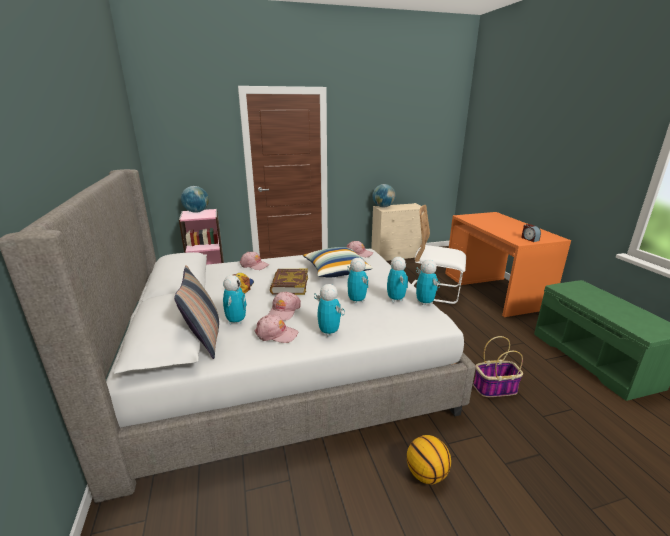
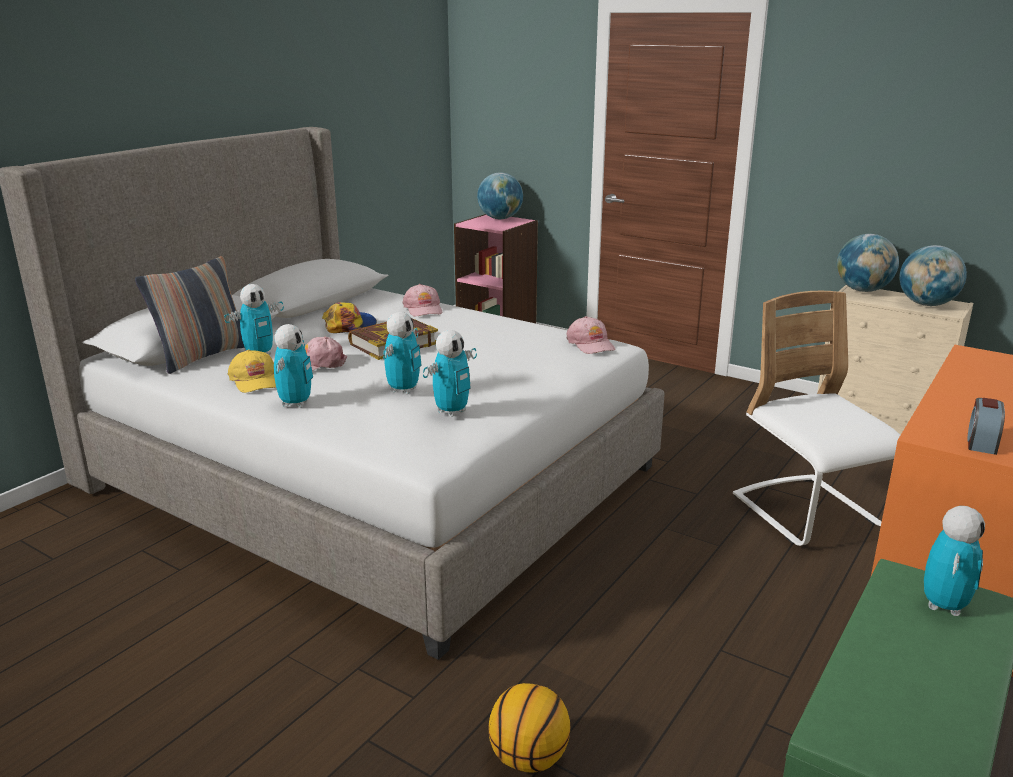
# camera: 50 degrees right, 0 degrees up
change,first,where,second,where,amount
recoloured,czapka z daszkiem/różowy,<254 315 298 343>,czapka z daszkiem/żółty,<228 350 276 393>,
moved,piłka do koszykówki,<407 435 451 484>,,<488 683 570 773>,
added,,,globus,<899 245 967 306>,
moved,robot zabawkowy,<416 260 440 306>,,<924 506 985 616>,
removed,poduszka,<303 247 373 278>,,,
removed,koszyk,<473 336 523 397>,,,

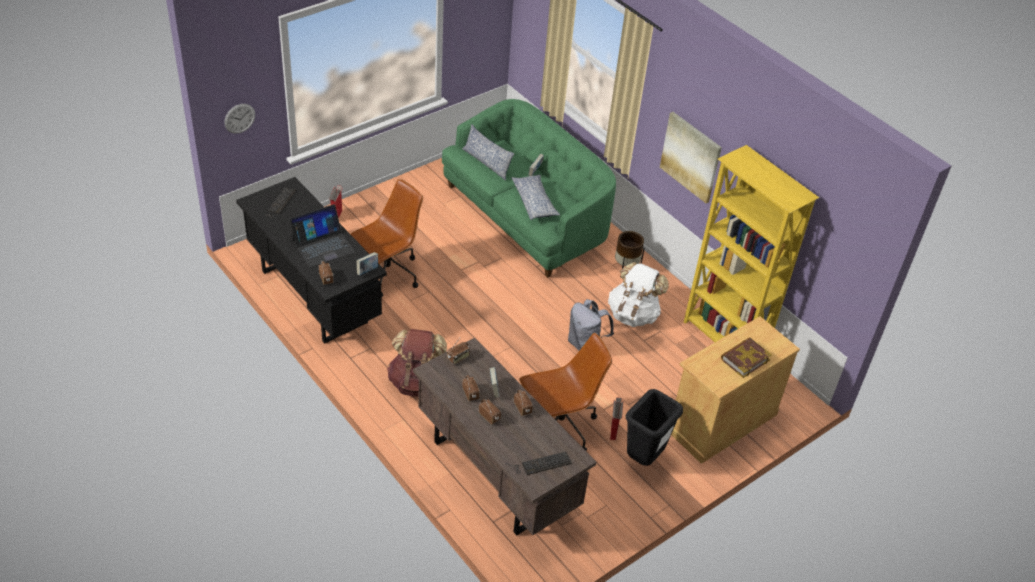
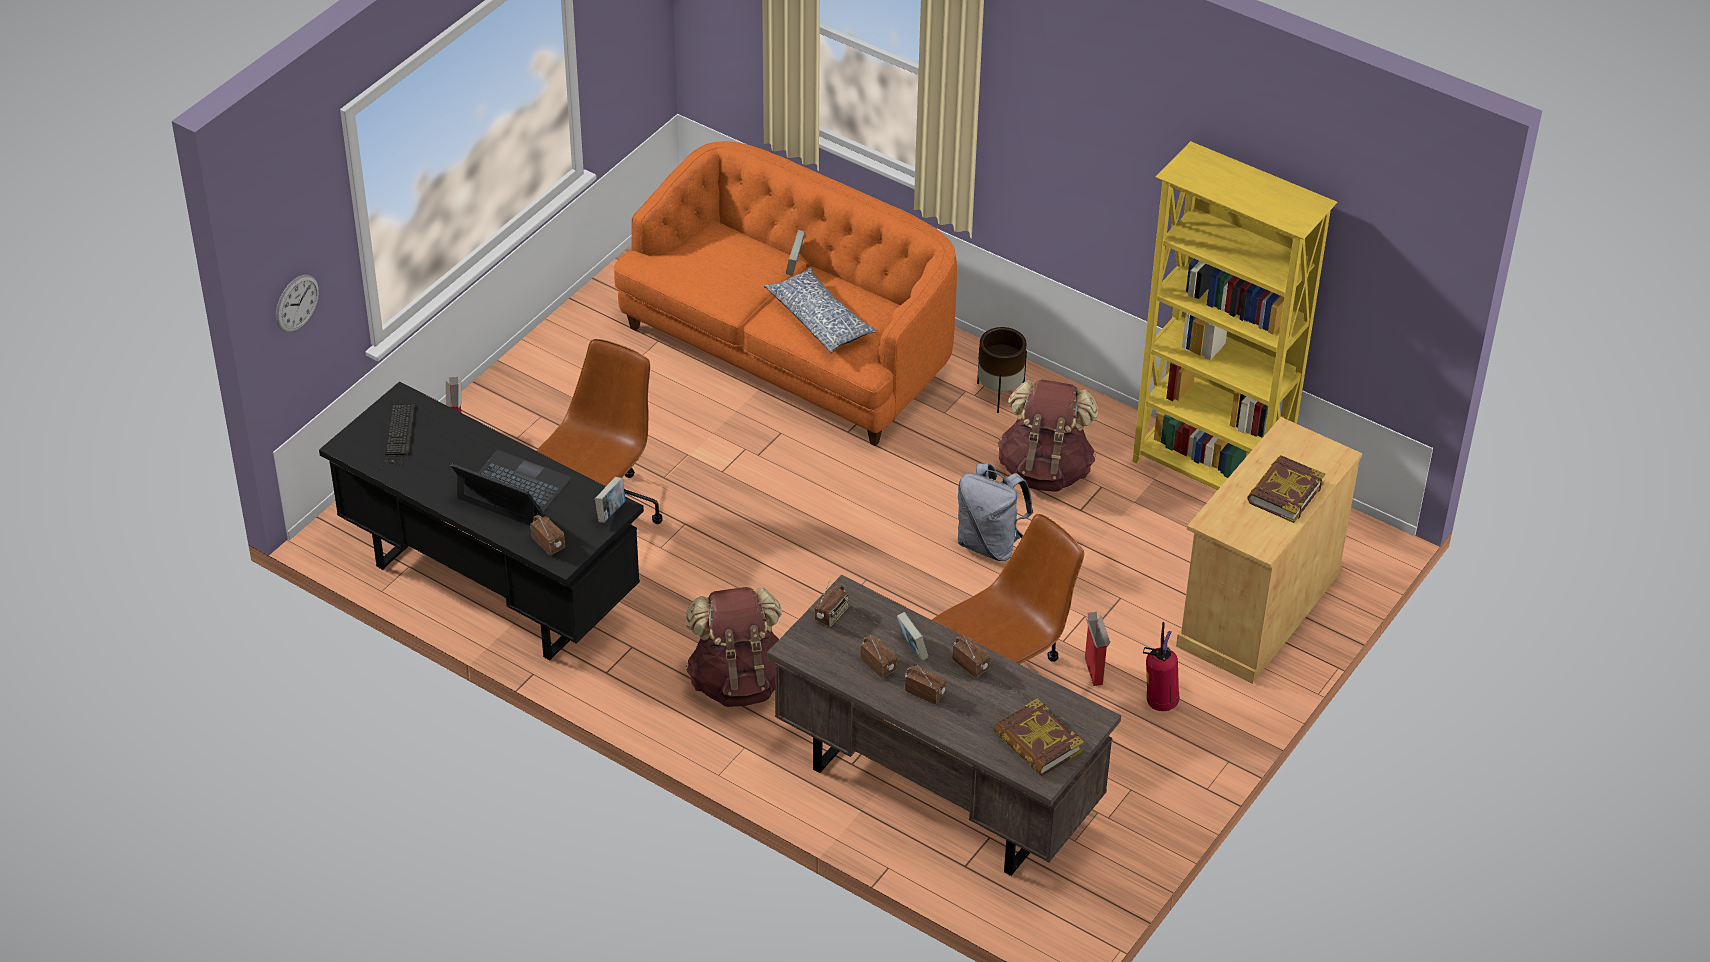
# camera: 15 degrees left, 0 degrees up
change,first,where,second,where,amount
turned,laptop,<290 204 355 267>,,<451 450 571 526>,105 degrees counterclockwise
recoloured,kanapa/zielony,<442 99 616 278>,kanapa/pomarańczowy,<614 141 957 446>,
replaced,klawiatura,<506 452 572 475>,książka,<994 698 1084 776>,
recoloured,plecak/biały,<608 262 669 327>,plecak/brązowy,<997 380 1098 492>,
replaced,kosz na śmieci/czarny,<626 389 683 466>,gaśnica,<1143 622 1179 711>,
removed,poduszka,<462 124 514 180>,,,
removed,obraz,<660 112 722 203>,,,

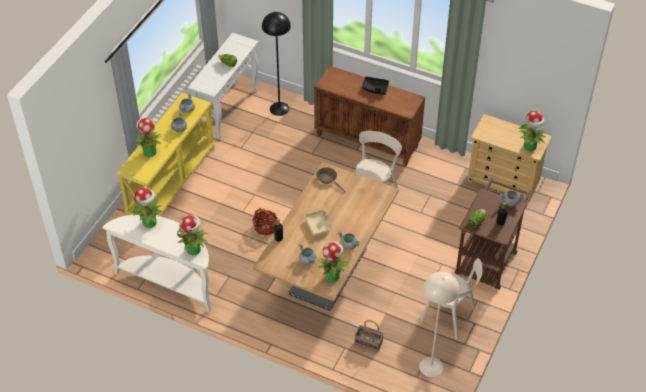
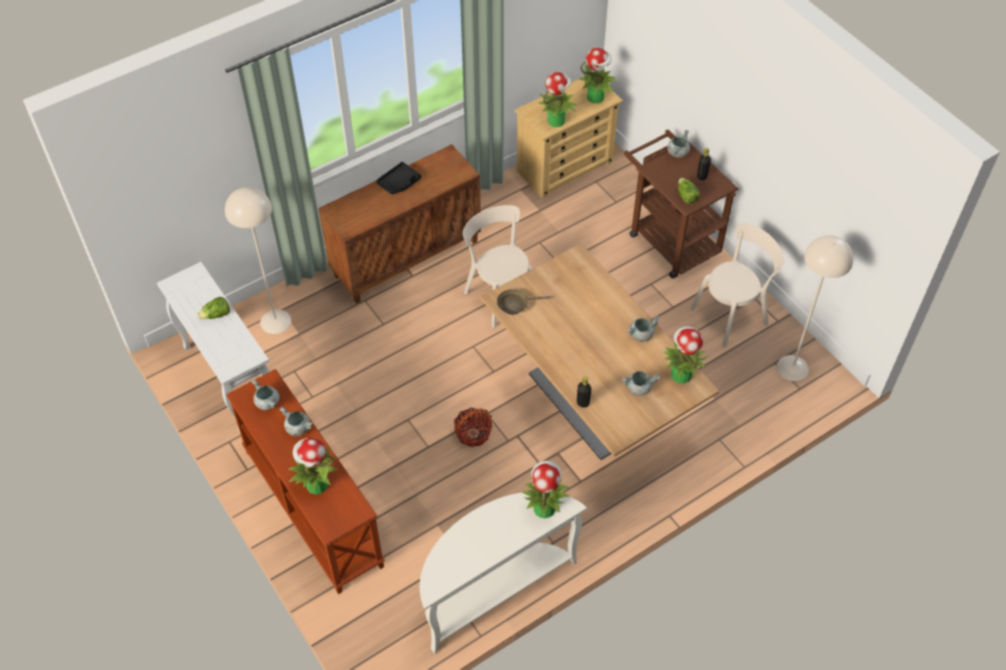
# camera: 60 degrees left, 5 degrees up
change,first,where,second,where,amount
recoloured,lampa stojąca/czarny,<262 12 291 116>,lampa stojąca/beżowy,<225 187 291 334>,
recoloured,stolik konsolowy/żółty,<117 93 215 216>,stolik konsolowy/brązowy,<226 369 385 594>,
moved,roślina doniczkowa,<133 187 164 228>,,<538 72 577 127>,
removed,taca/beżowy,<305 210 330 236>,,,
removed,koszyk,<355 320 384 352>,,,

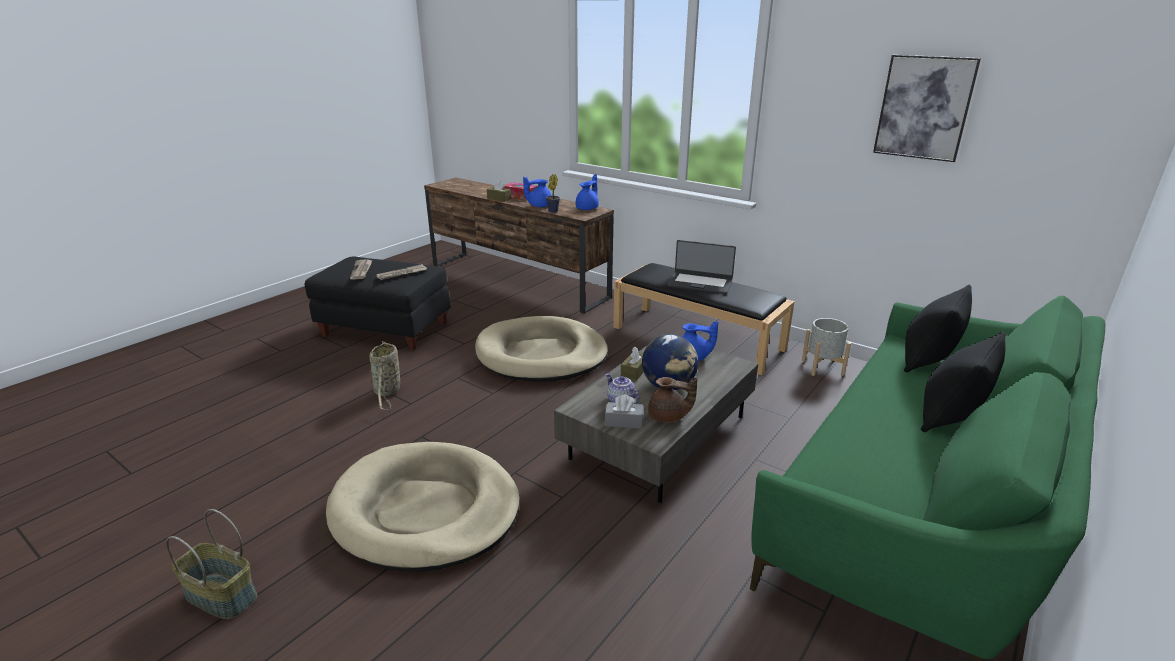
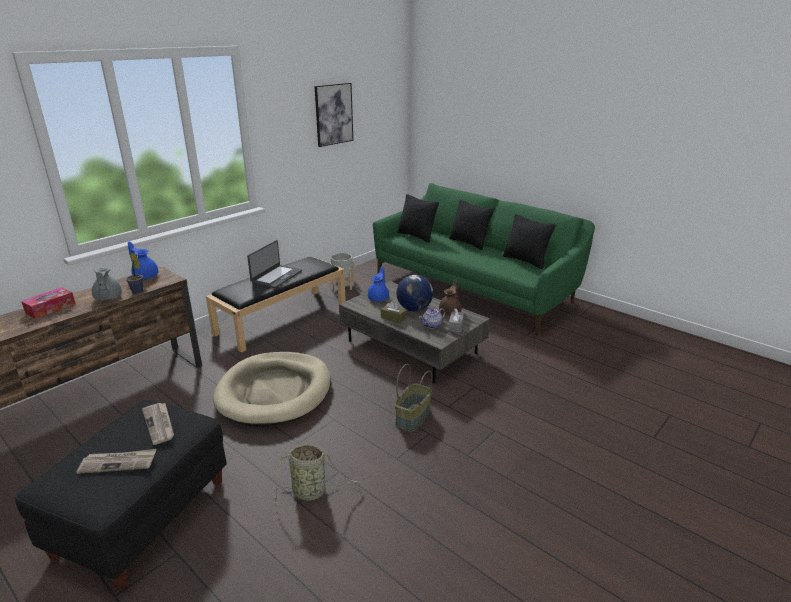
# camera: 85 degrees left, 0 degrees up
change,first,where,second,where,amount
recoloured,imbryk/niebieski,<523 177 552 207>,imbryk/szary,<92 268 122 301>,
moved,koszyk,<166 509 257 619>,,<395 364 432 432>,
added,,,poduszka/czarny,<503 214 556 269>,
removed,legowisko/beżowy,<326 442 520 572>,,,
removed,pudełko chusteczek/brązowy,<487 180 511 202>,,,

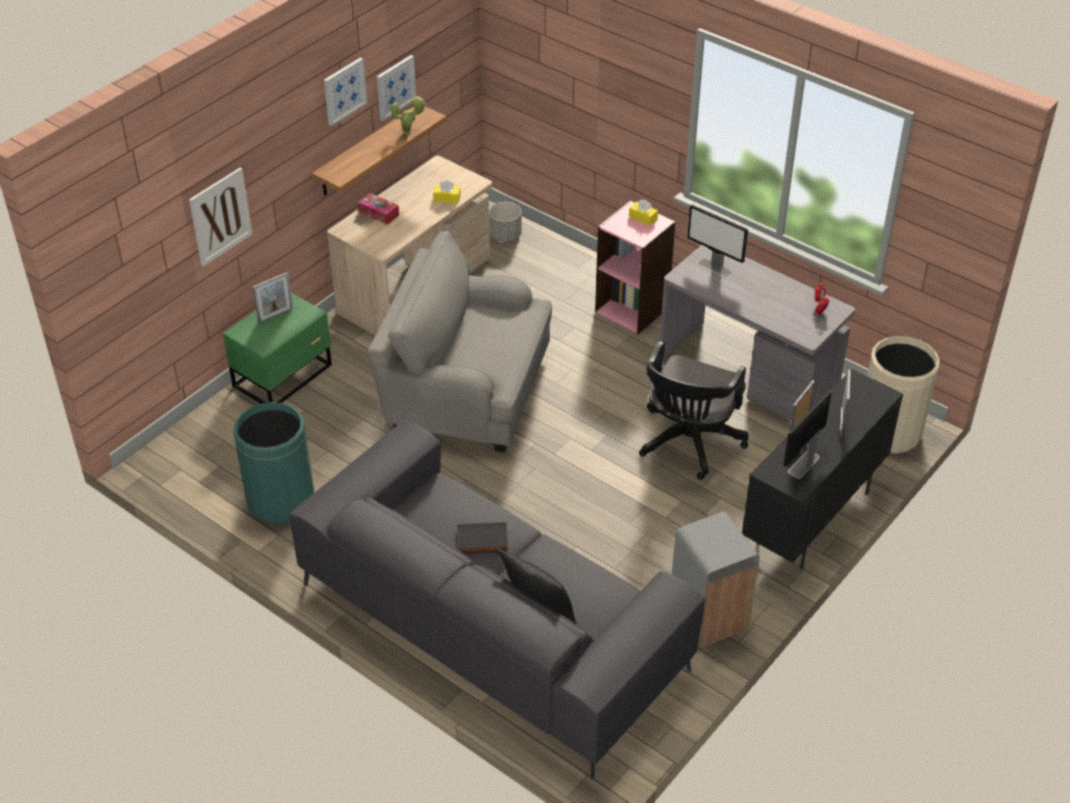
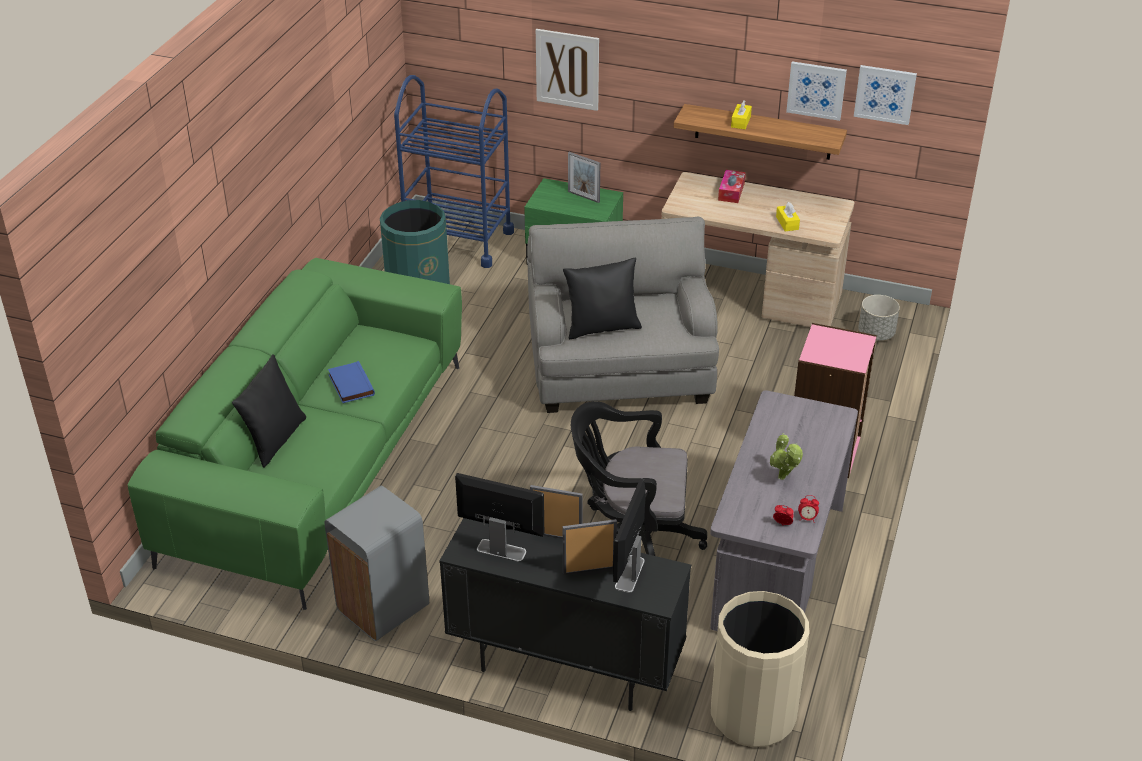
# camera: 70 degrees right, 5 degrees down
change,first,where,second,where,amount
recoloured,kanapa/szary,<289 421 705 779>,kanapa/zielony,<128 258 462 610>,
recoloured,książka/czarny,<457 522 508 554>,książka/niebieski,<328 361 375 403>,
added,,,wózek/niebieski,<394 75 514 268>,
added,,,poduszka/czarny,<563 258 642 339>,
moved,monitor,<687 205 748 277>,,<613 478 646 593>,
moved,pudełko chusteczek/żółty,<629 200 658 226>,,<731 100 752 129>,
moved,roślina doniczkowa,<391 96 426 135>,,<770 433 803 480>,
moved,obraz,<324 57 367 126>,,<854 65 917 125>,

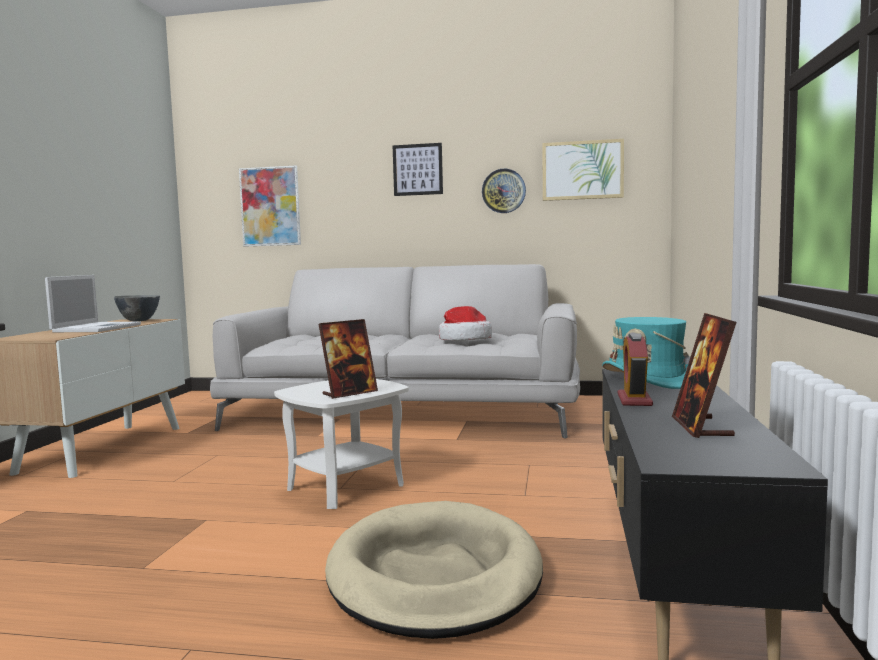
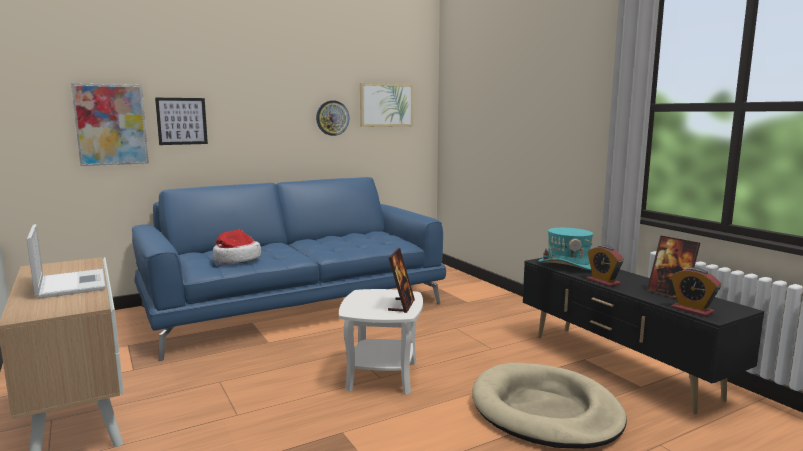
# camera: 40 degrees left, 5 degrees up
change,first,where,second,where,amount
recoloured,kanapa/szary,<210 264 580 439>,kanapa/niebieski,<132 177 446 361>,
moved,obraz,<392 143 443 196>,,<155 98 208 145>,
moved,kapelusz,<439 306 492 341>,,<213 230 261 263>,
added,,,budzik,<671 267 721 317>,
removed,miska/szary,<114 295 160 321>,,,

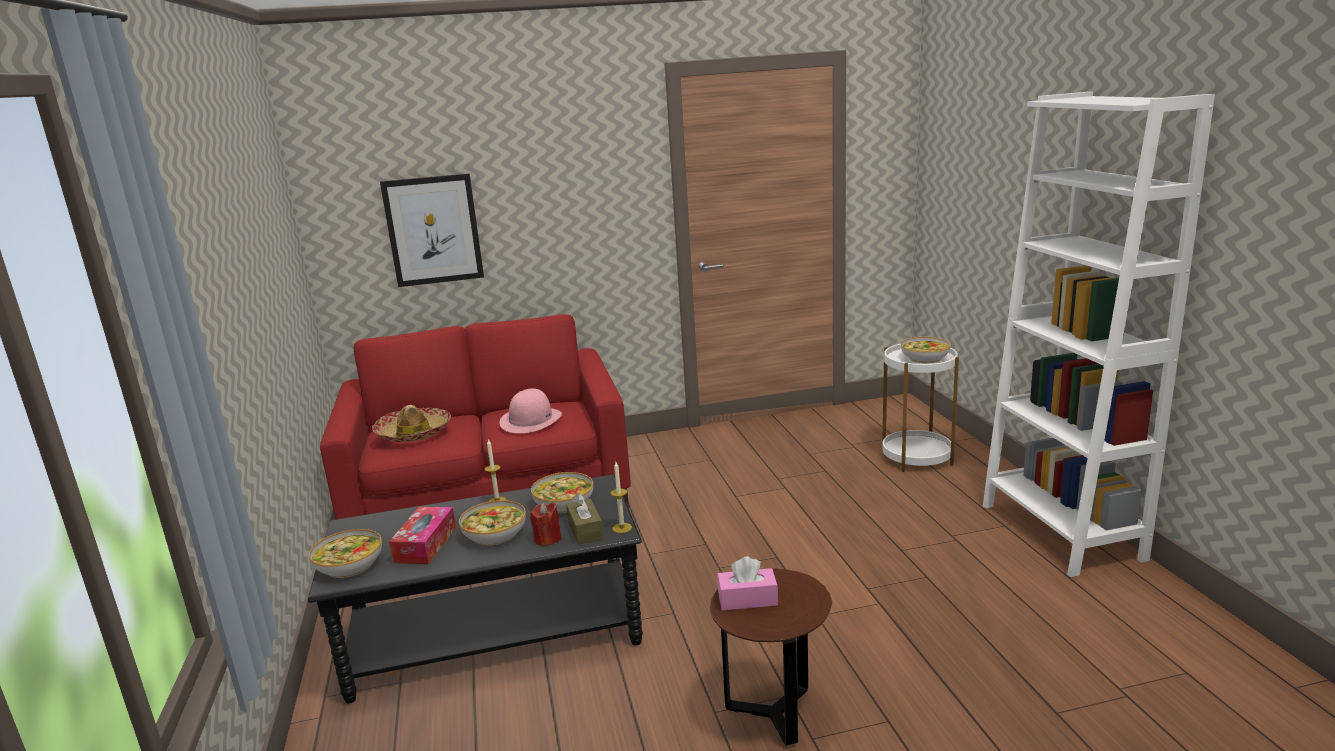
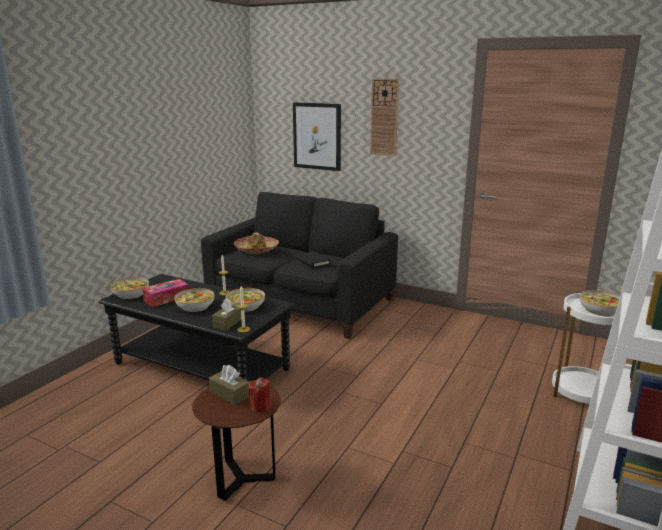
# camera: 40 degrees right, 0 degrees up
change,first,where,second,where,amount
recoloured,kanapa/czerwony,<320 314 631 520>,kanapa/czarny,<201 192 398 339>,
recoloured,pudełko chusteczek/różowy,<717 556 778 610>,pudełko chusteczek/brązowy,<209 365 249 405>,
moved,świeca/czerwony,<530 502 562 546>,,<248 378 271 413>,
replaced,kapelusz/różowy,<499 389 562 433>,książka/czarny,<296 251 331 268>,
added,,,zegar ścienny,<370 78 399 156>,

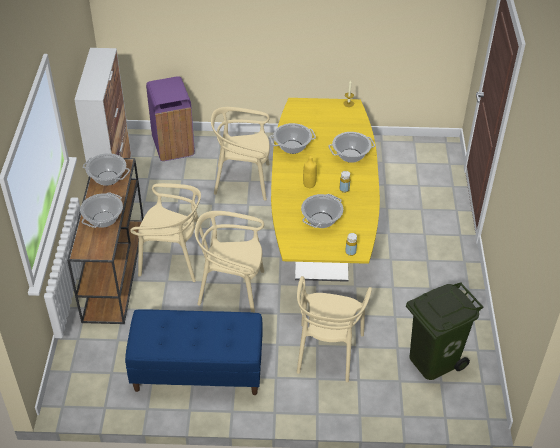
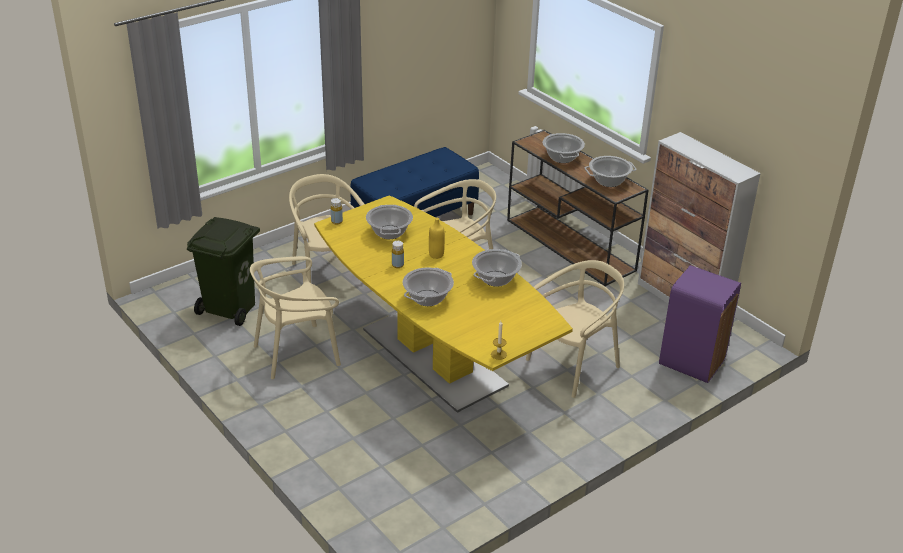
# camera: 140 degrees right, 10 degrees down
change,first,where,second,where,amount
moved,krzesło/beżowy,<130 183 209 282>,,<250 256 341 379>,

